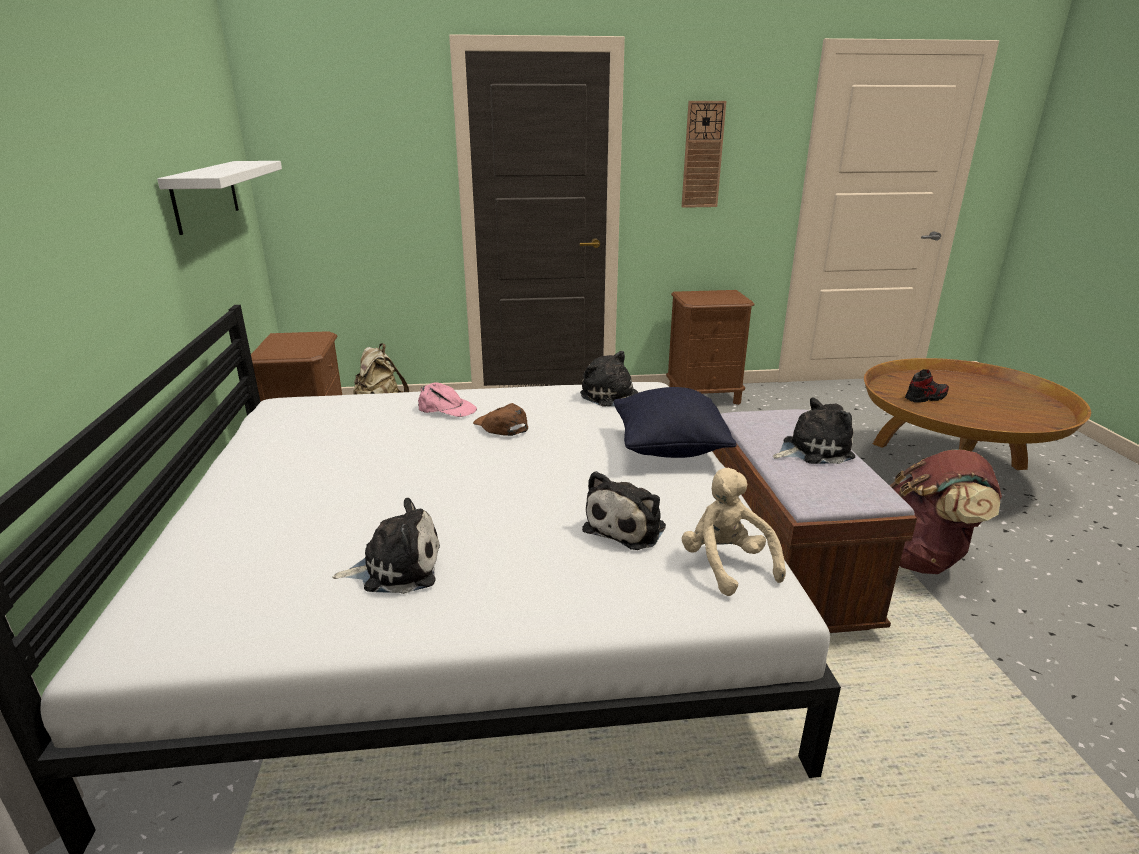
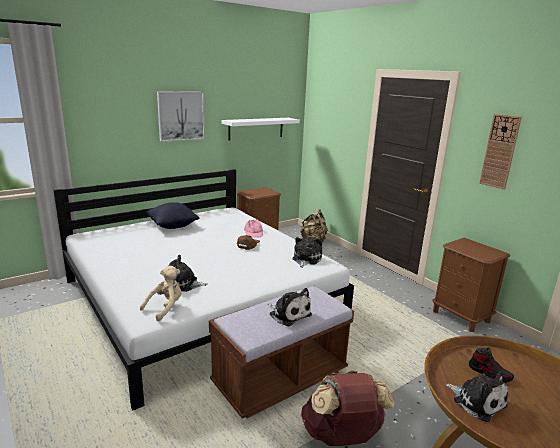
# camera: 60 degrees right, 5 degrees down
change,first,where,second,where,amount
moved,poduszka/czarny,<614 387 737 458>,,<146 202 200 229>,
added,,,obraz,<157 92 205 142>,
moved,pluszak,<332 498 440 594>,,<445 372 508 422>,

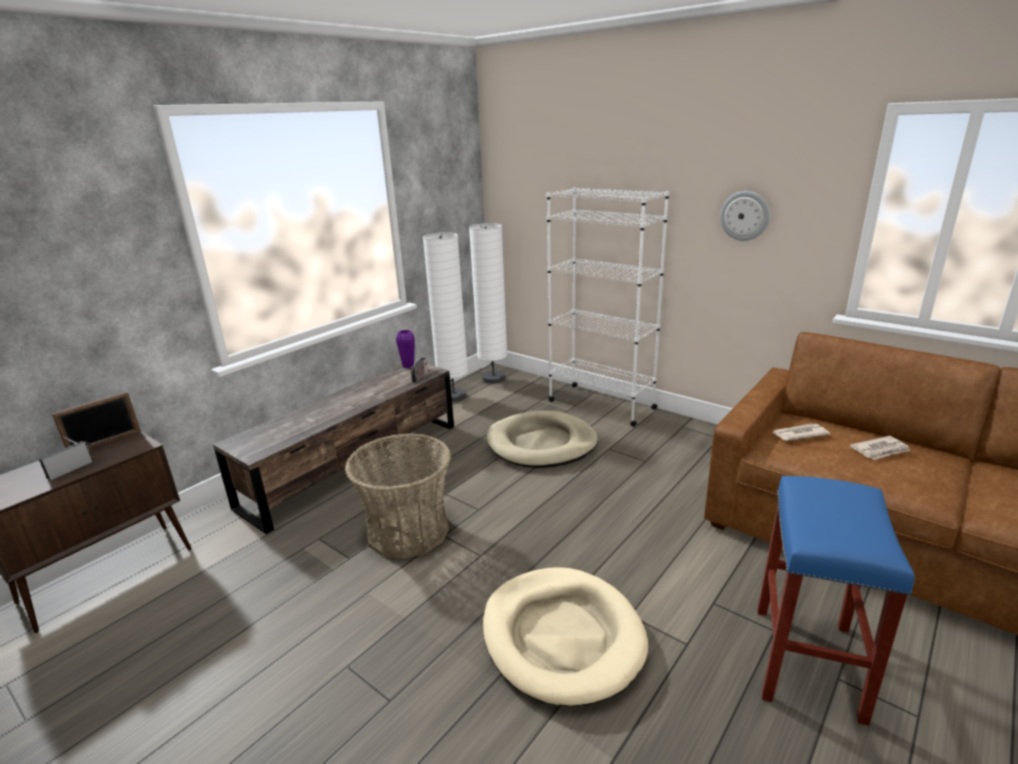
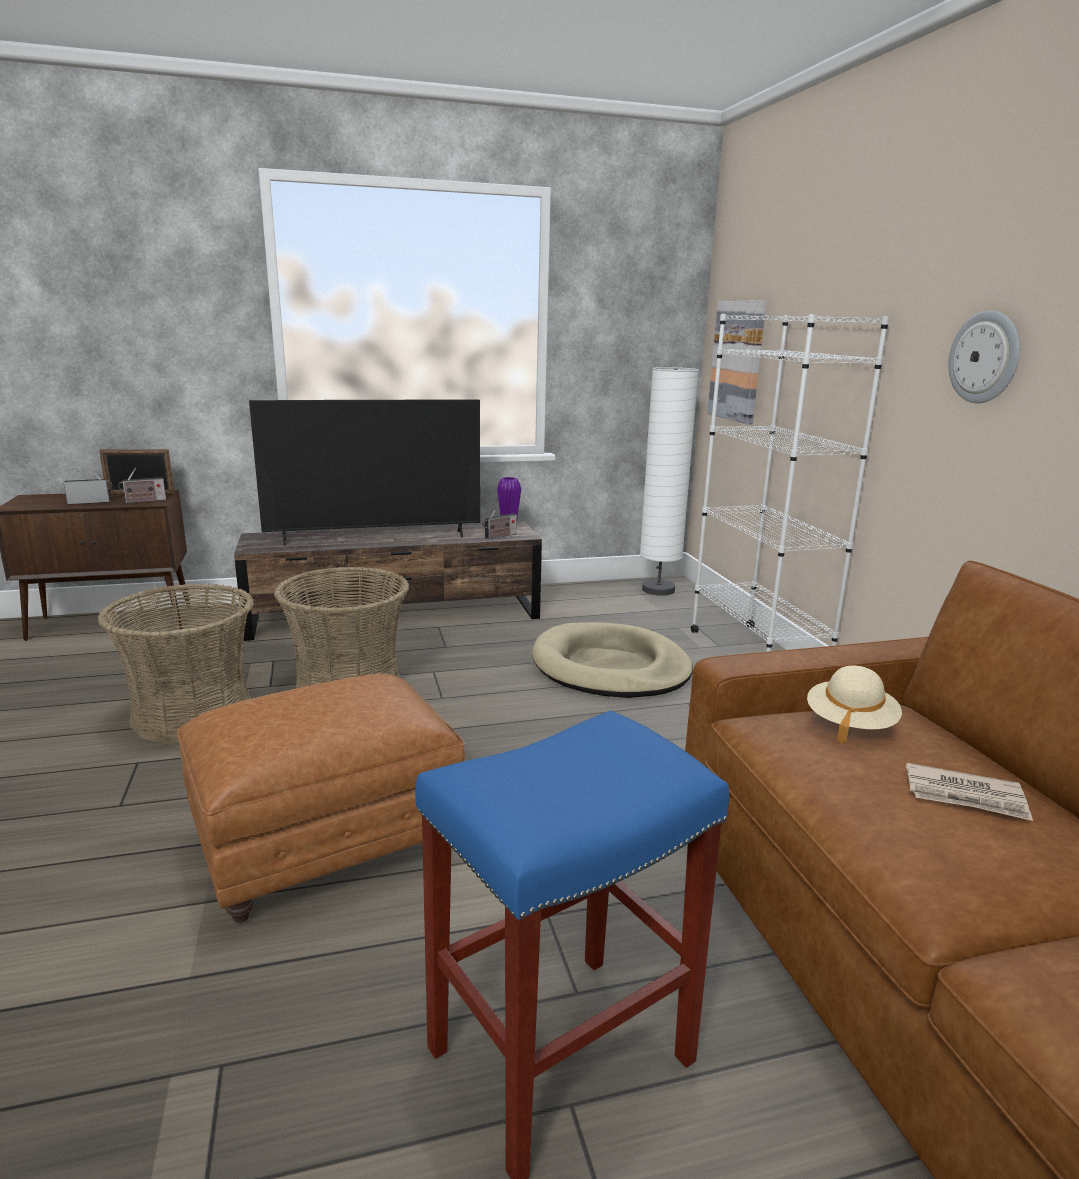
# camera: 35 degrees right, 5 degrees down
change,first,where,second,where,amount
added,,,koszyk,<98 583 254 743>,
added,,,radio,<118 468 166 503>,
replaced,legowisko/beżowy,<483 567 648 706>,pufa/brązowy,<177 674 465 923>,
added,,,telewizor,<249 400 480 546>,
added,,,obraz,<707 300 766 424>,
replaced,gazeta,<772 424 830 441>,kapelusz/beżowy,<807 665 902 744>,
removed,lampa stojąca/biały,<423 232 468 402>,,,

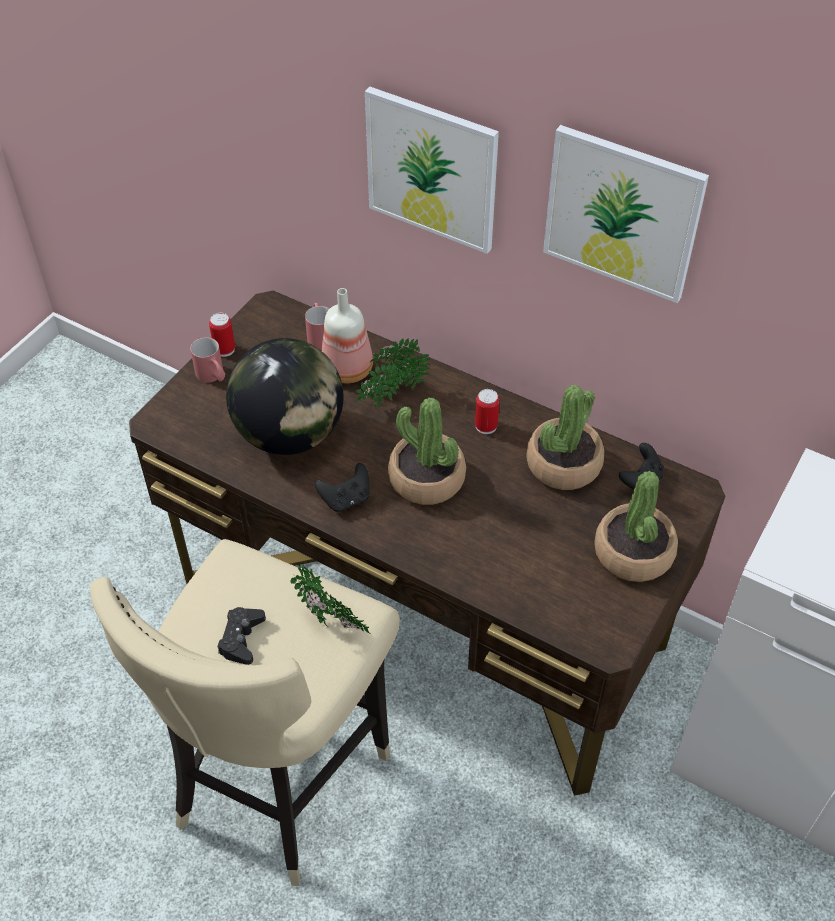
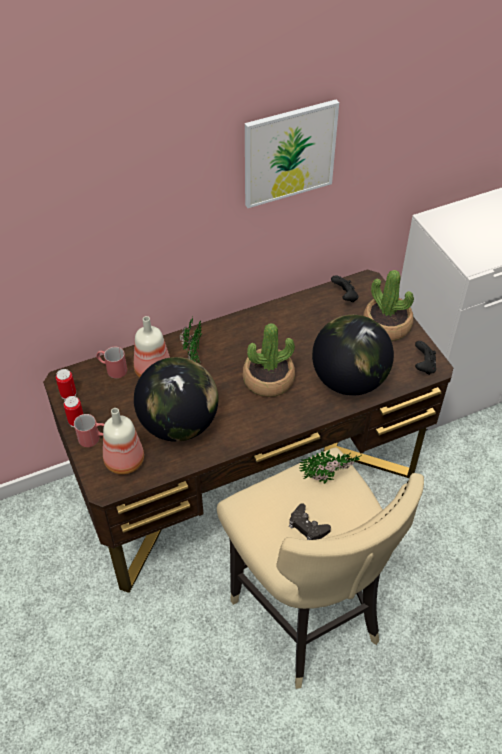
# camera: 55 degrees left, 0 degrees up
change,first,where,second,where,amount
moved,puszka,<475 389 500 434>,,<56 369 76 400>,
added,,,butelka,<103 408 144 475>,
added,,,globus,<312 315 394 396>,
moved,pad do gier/czarny,<315 463 370 512>,,<415 341 436 375>,
removed,obraz,<365 87 499 254>,,,
removed,roślina doniczkowa,<526 385 604 490>,,,

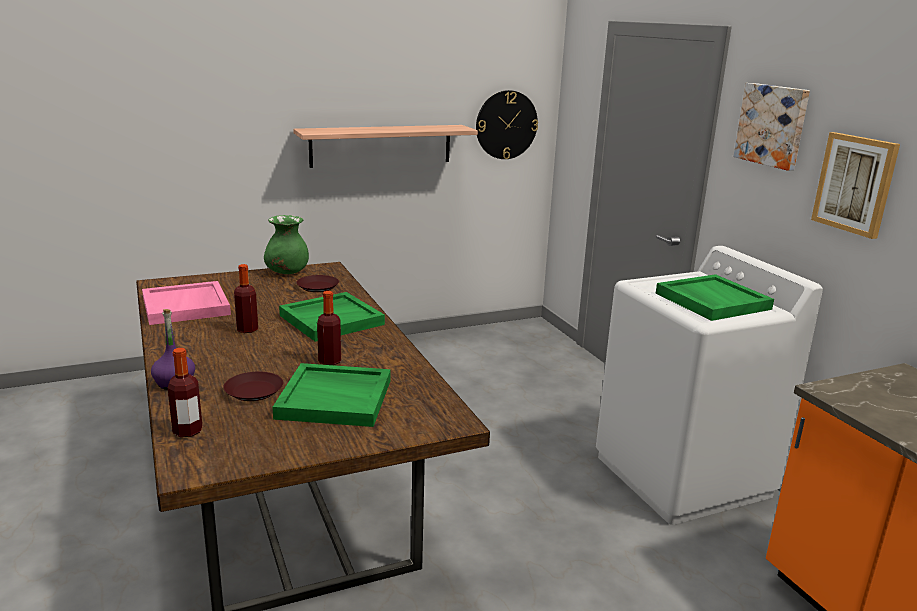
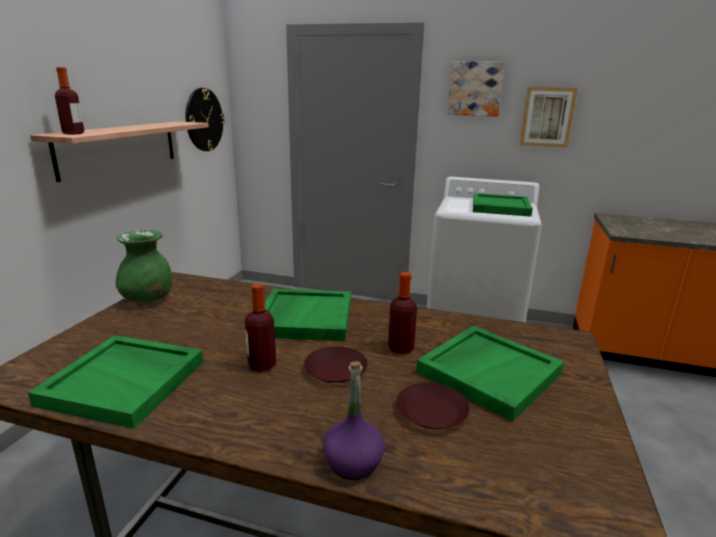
# camera: 50 degrees left, 0 degrees up
change,first,where,second,where,amount
recoloured,taca/różowy,<142 281 231 325>,taca/zielony,<28 335 203 429>,
moved,butelka,<168 348 202 437>,,<55 67 85 134>,
moved,talerz/brązowy,<296 275 339 292>,,<304 346 368 383>,

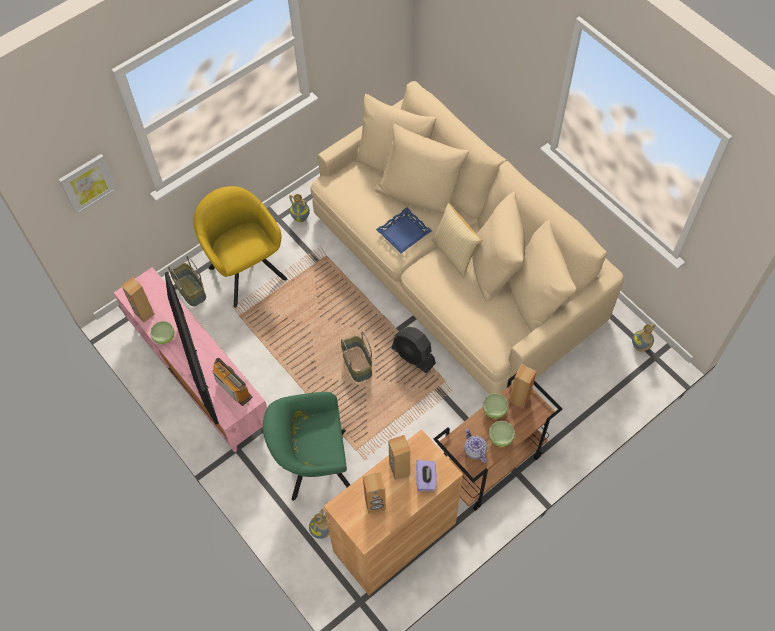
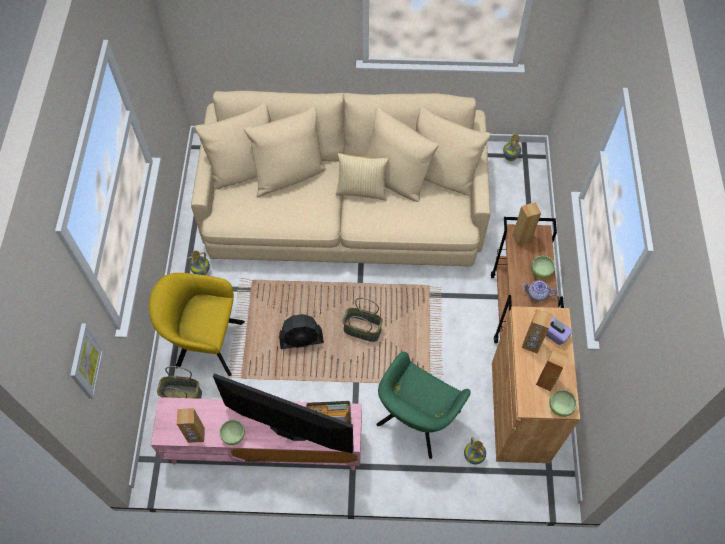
# camera: 50 degrees left, 0 degrees up
change,first,where,second,where,amount
moved,wentylator/czarny,<392 327 436 374>,,<279 314 324 349>,
moved,miska/zielony,<483 393 508 419>,,<549 390 577 417>,
removed,taca/niebieski,<376 207 432 254>,,,

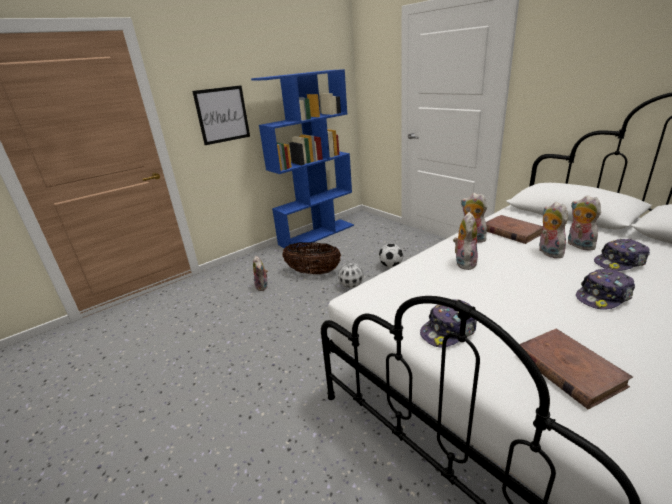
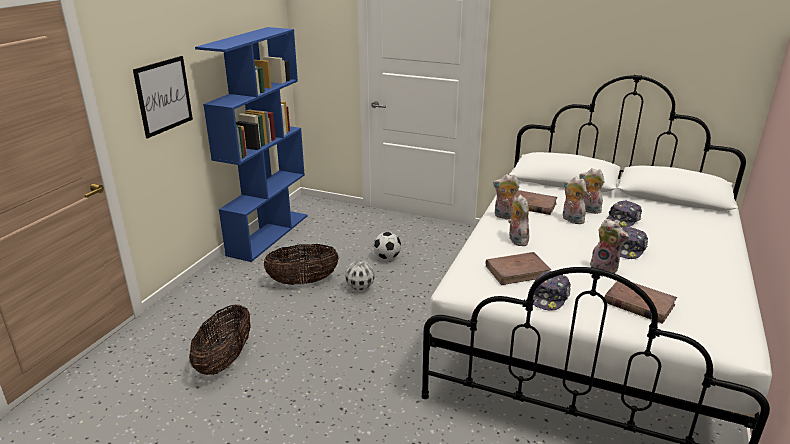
# camera: 30 degrees left, 0 degrees up
change,first,where,second,where,amount
added,,,koszyk,<189 304 251 375>,
added,,,książka/brązowy,<486 252 551 285>,
moved,pluszak,<253 256 268 291>,,<590 219 629 273>,

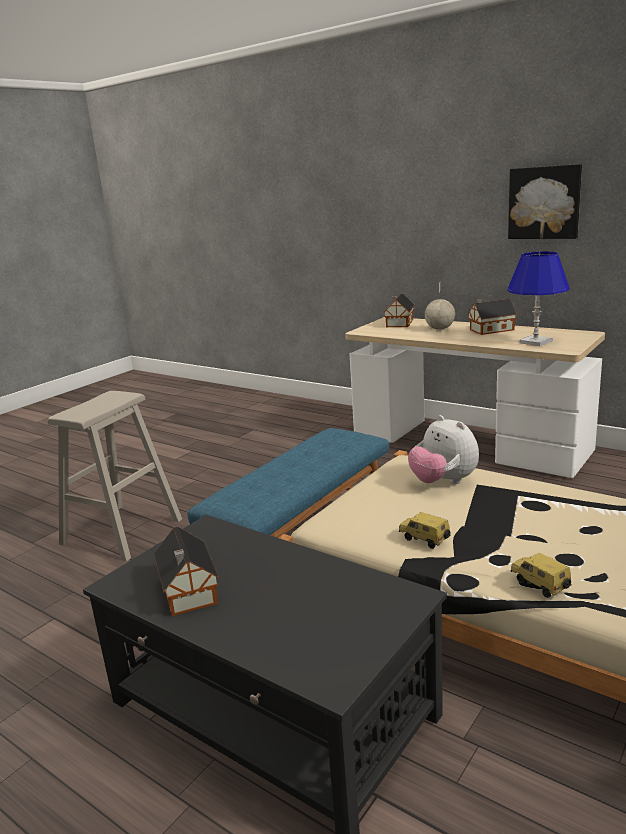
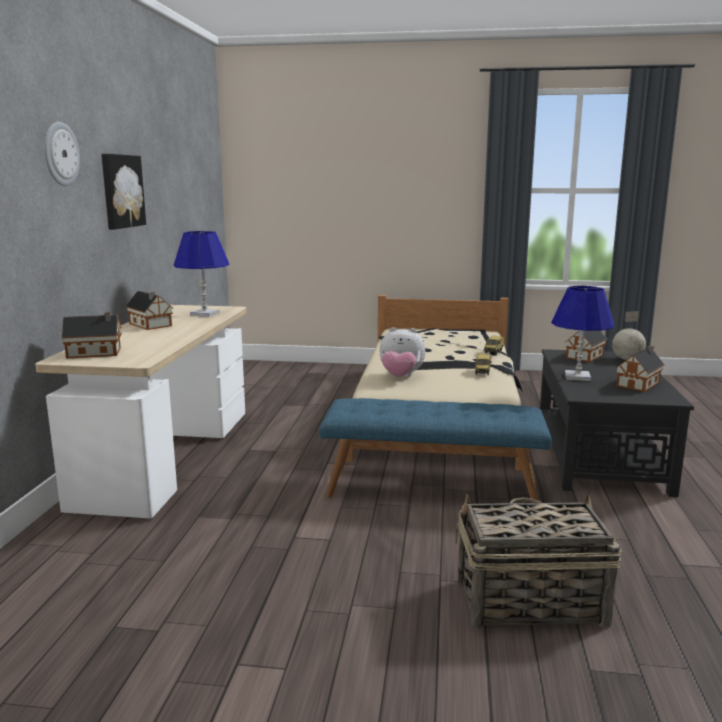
# camera: 120 degrees left, 5 degrees down
change,first,where,second,where,amount
added,,,zegar ścienny,<44 122 80 186>,
turned,pluszak,<408 415 479 484>,,<380 327 426 377>,75 degrees clockwise
replaced,stołek/beżowy,<48 391 182 562>,koszyk,<455 494 622 630>,
added,,,lampa stołowa/niebieski,<551 286 614 381>,
added,,,domek,<566 331 607 362>,
moved,globus,<425 283 455 330>,,<612 311 646 360>,

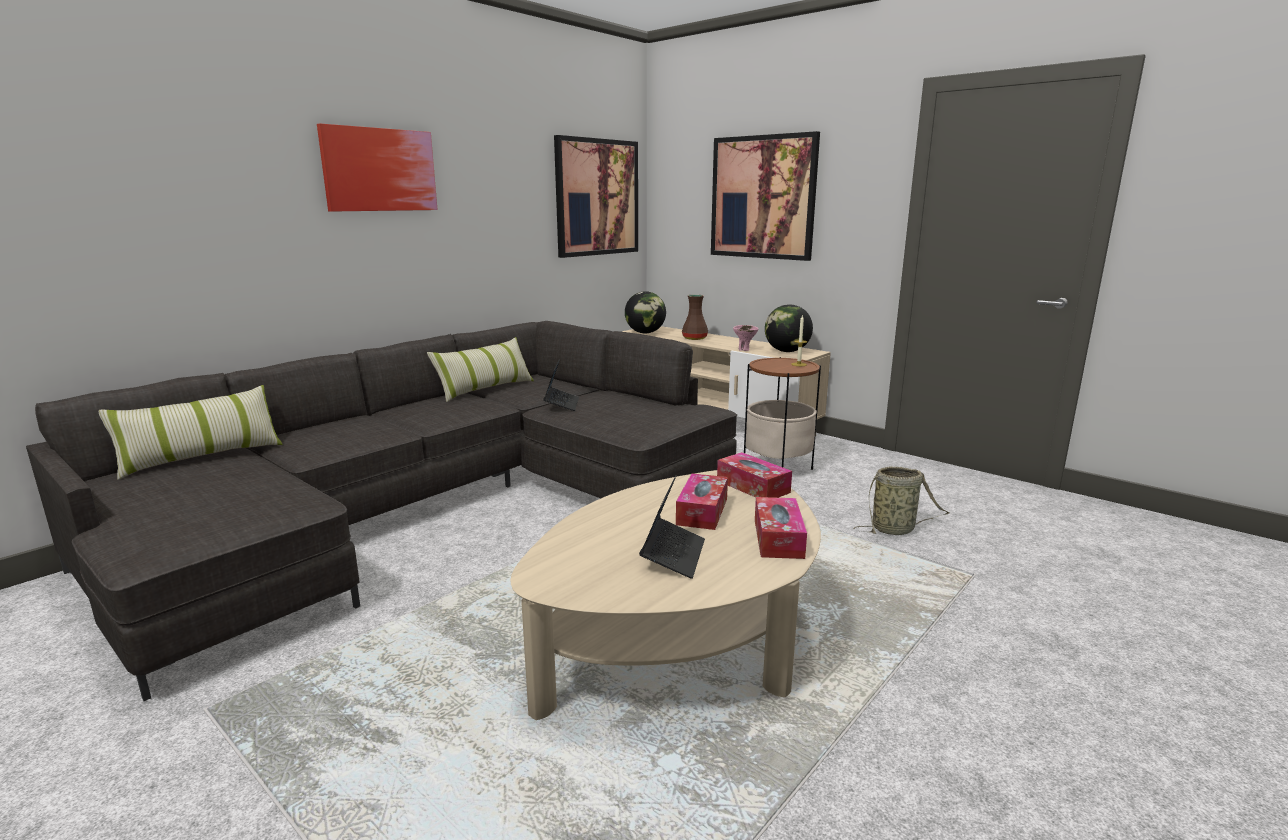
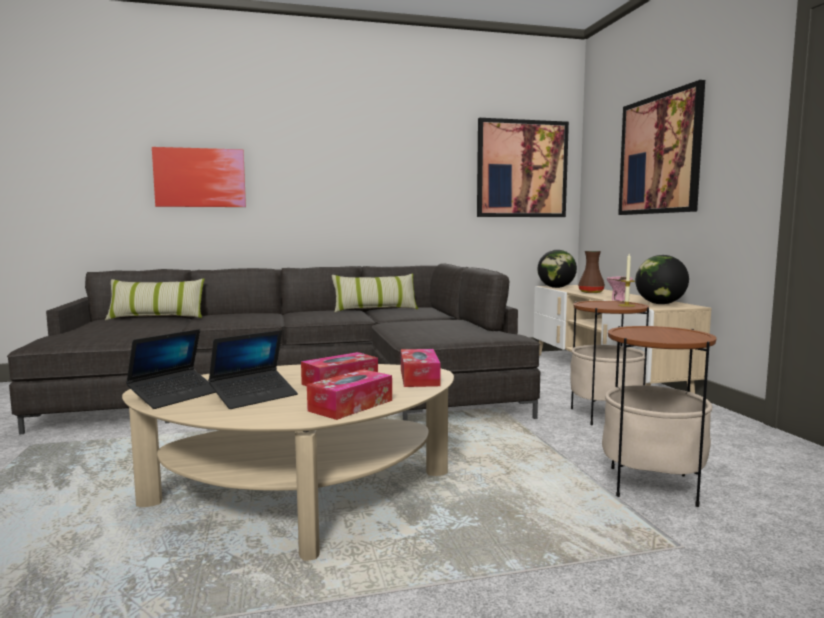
# camera: 35 degrees right, 10 degrees down
change,first,where,second,where,amount
moved,laptop,<543 359 579 411>,,<126 329 216 409>,
moved,obraz,<317 123 438 212>,,<152 147 246 207>,
replaced,koszyk,<853 466 949 535>,stolik,<602 326 717 507>,

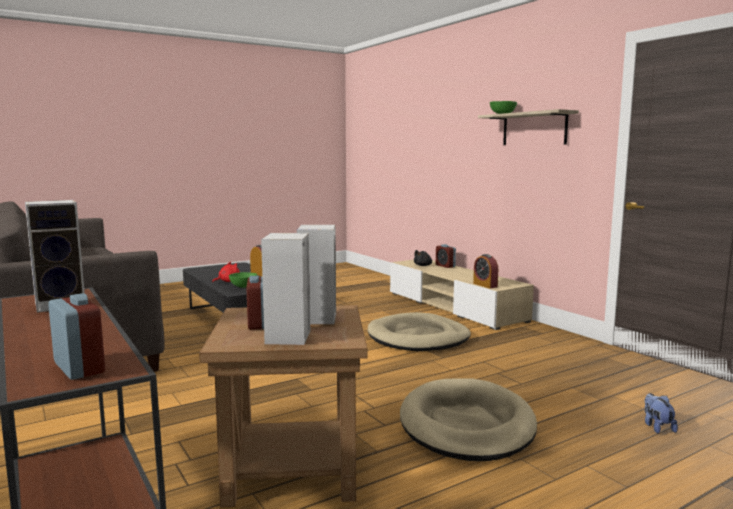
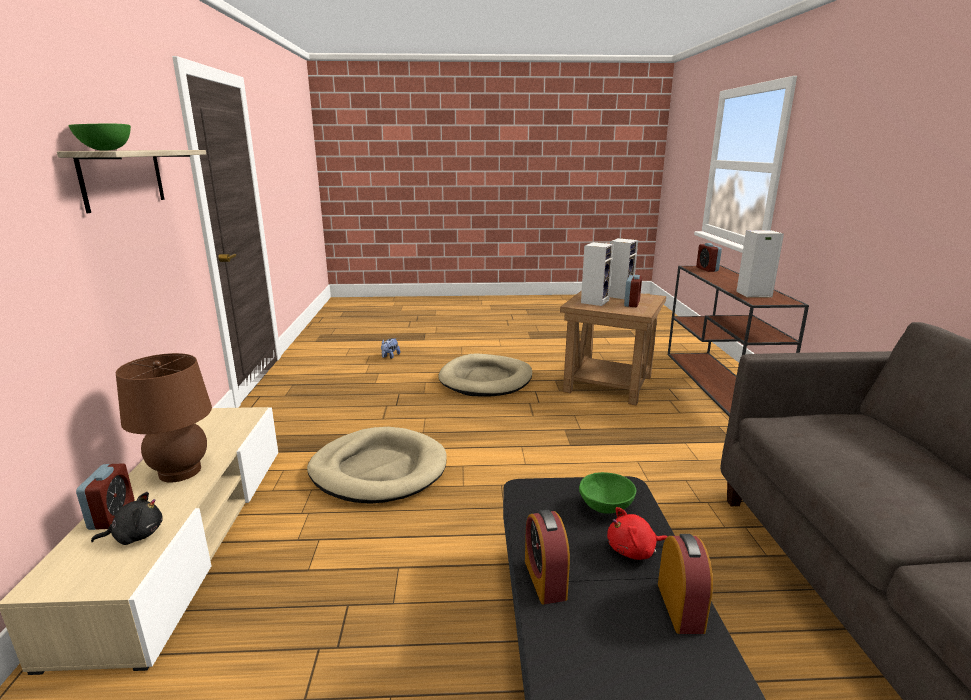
# camera: 150 degrees left, 10 degrees up
change,first,where,second,where,amount
added,,,lampa stołowa/brązowy,<116 353 212 482>,
moved,budzik,<473 254 498 288>,,<658 534 713 634>,

